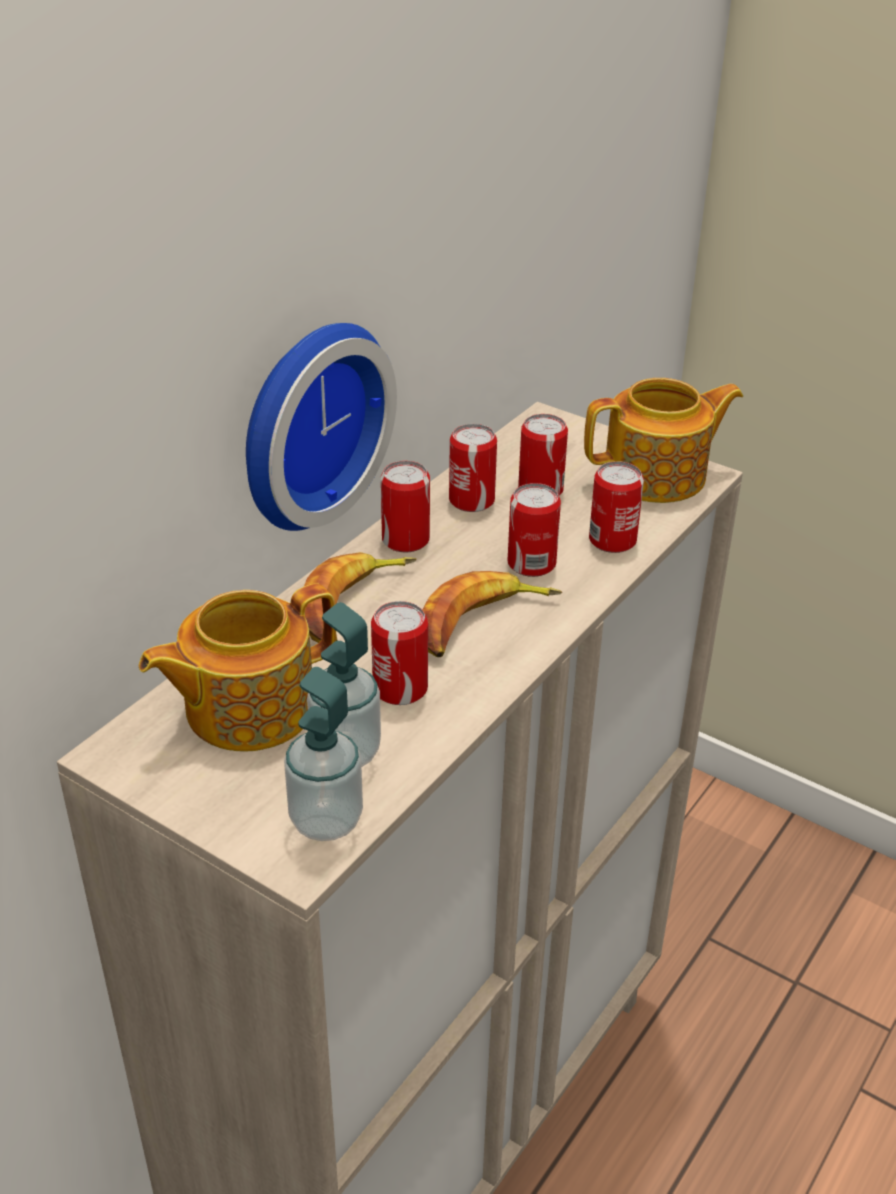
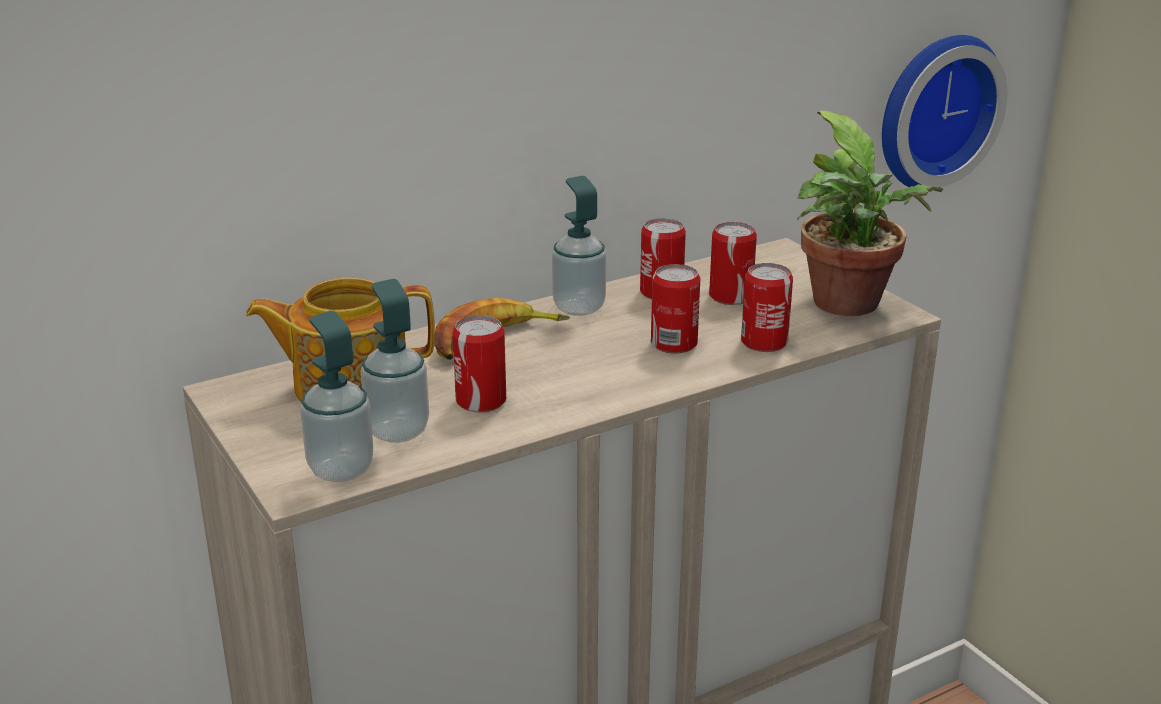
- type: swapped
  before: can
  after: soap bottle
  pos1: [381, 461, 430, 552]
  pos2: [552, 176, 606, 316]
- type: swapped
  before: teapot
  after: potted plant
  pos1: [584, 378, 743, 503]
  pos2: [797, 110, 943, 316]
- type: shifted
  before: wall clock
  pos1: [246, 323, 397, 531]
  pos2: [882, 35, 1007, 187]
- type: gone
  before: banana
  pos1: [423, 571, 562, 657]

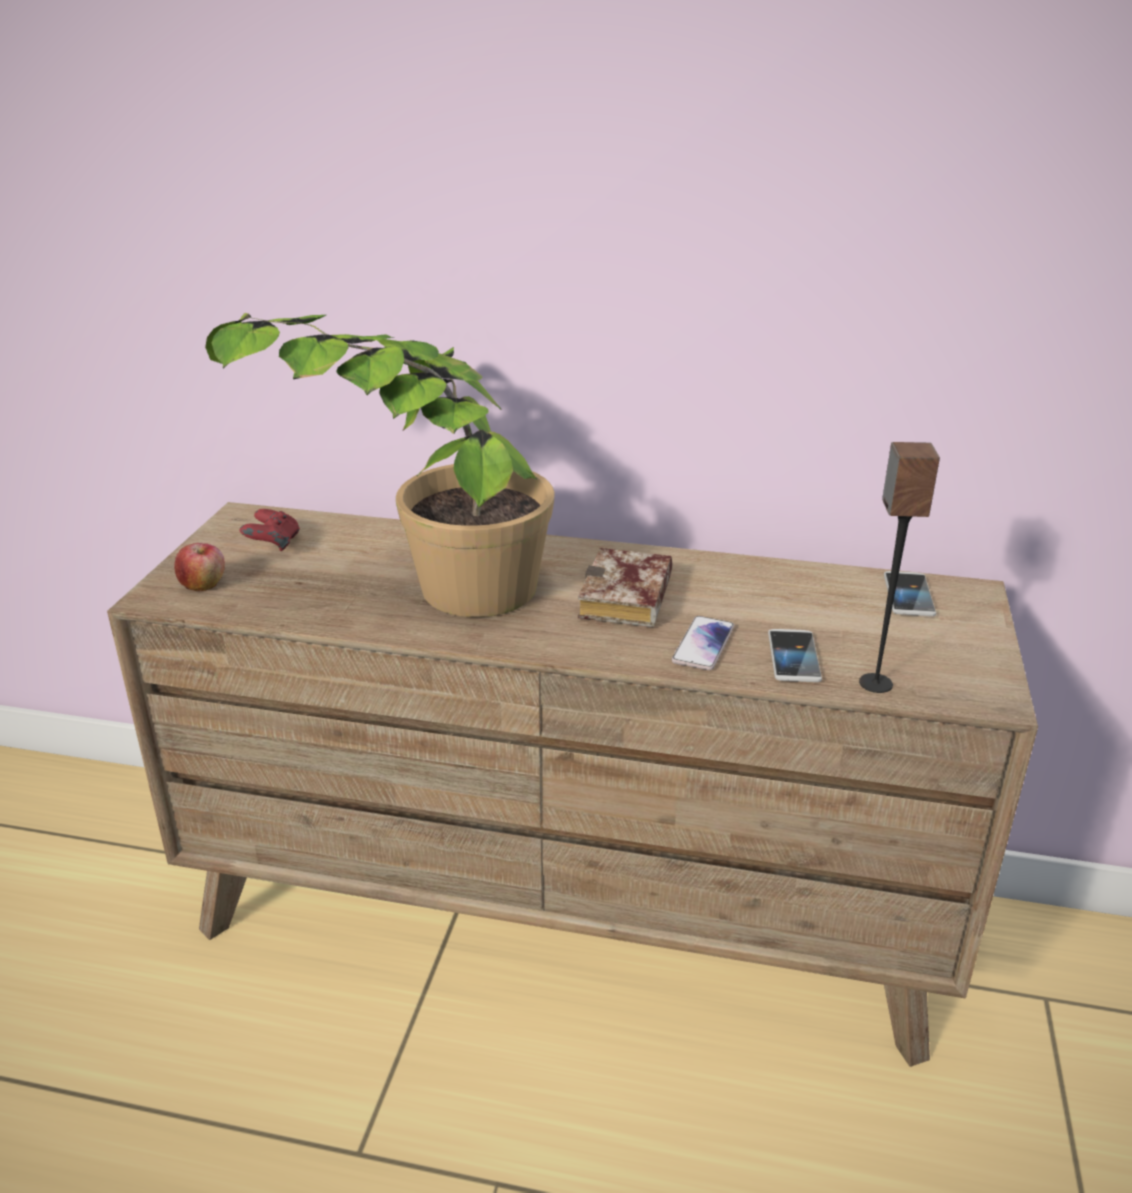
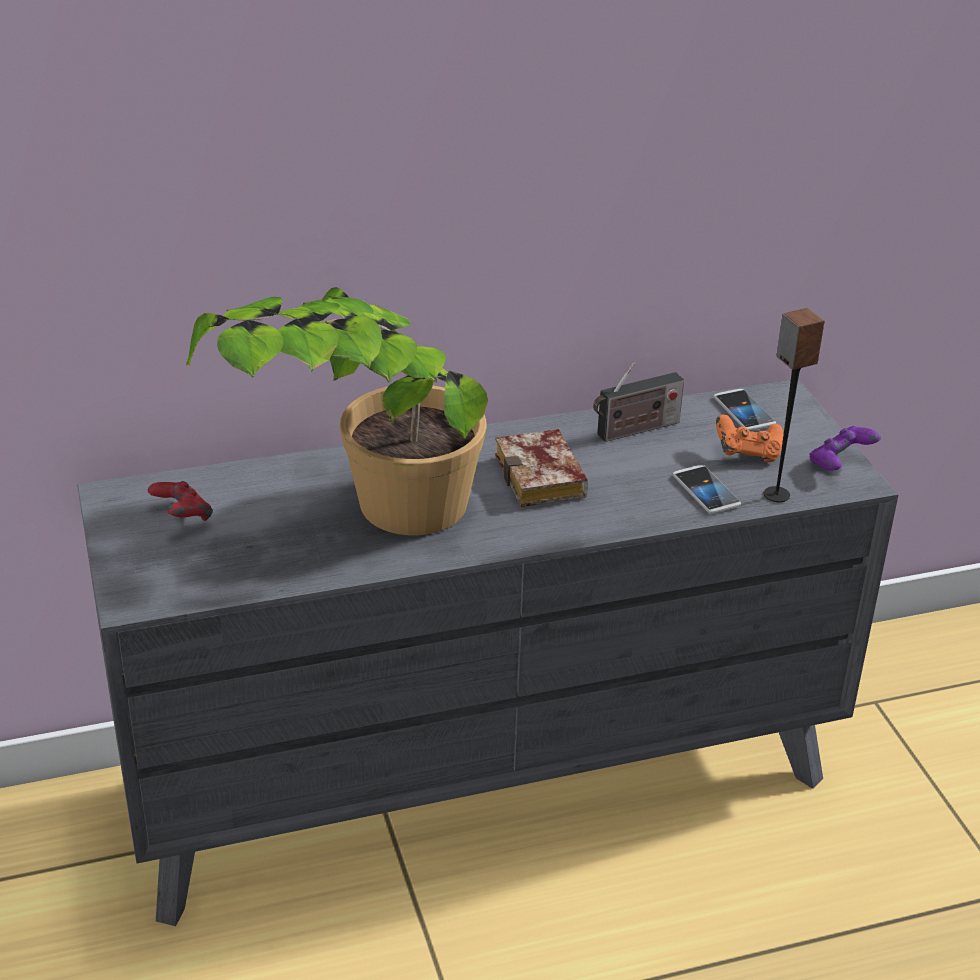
- type: repainted
  before: chest of drawers (brown)
  after: chest of drawers (greyish)
  pos1: [107, 502, 1038, 1067]
  pos2: [77, 379, 898, 926]
- type: new
  after: radio
  pos2: [593, 362, 684, 442]
- type: new
  after: gamepad (orange-coloured)
  pos2: [716, 414, 784, 462]
- type: new
  after: gamepad (purplish)
  pos2: [810, 426, 881, 471]
- type: gone
  before: apple fruit
  pos1: [174, 543, 225, 591]
- type: gone
  before: telephone
  pos1: [672, 616, 734, 670]

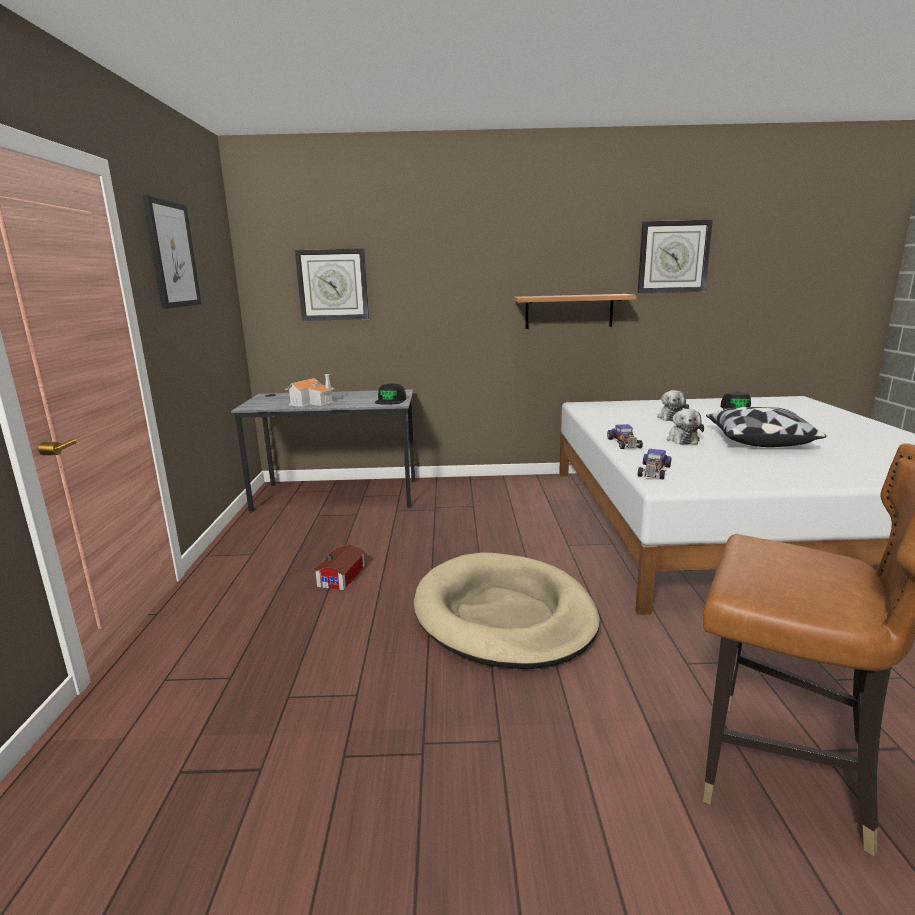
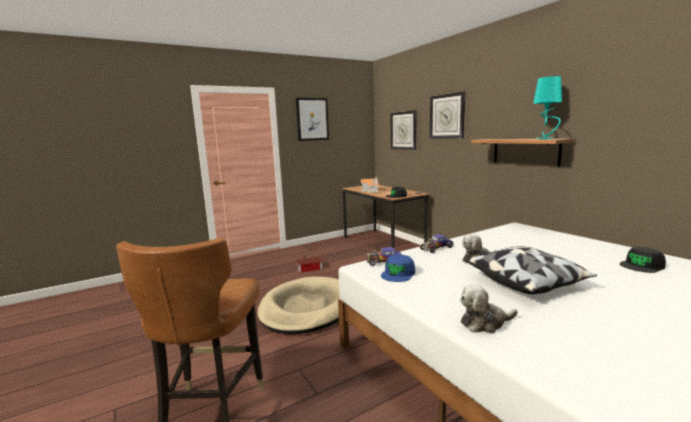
- type: repainted
  before: desk (greyish)
  after: desk (brown)
  pos1: [231, 389, 416, 512]
  pos2: [341, 185, 430, 249]
- type: new
  after: peaked cap (bluish)
  pos2: [381, 254, 415, 282]
- type: shifted
  before: wall clock
  pos1: [638, 220, 713, 293]
  pos2: [430, 91, 465, 139]
- type: shifted
  before: cuddly toy
  pos1: [657, 390, 689, 421]
  pos2: [460, 284, 517, 333]
- type: new
  after: table lamp (blue-green)
  pos2: [533, 76, 562, 139]

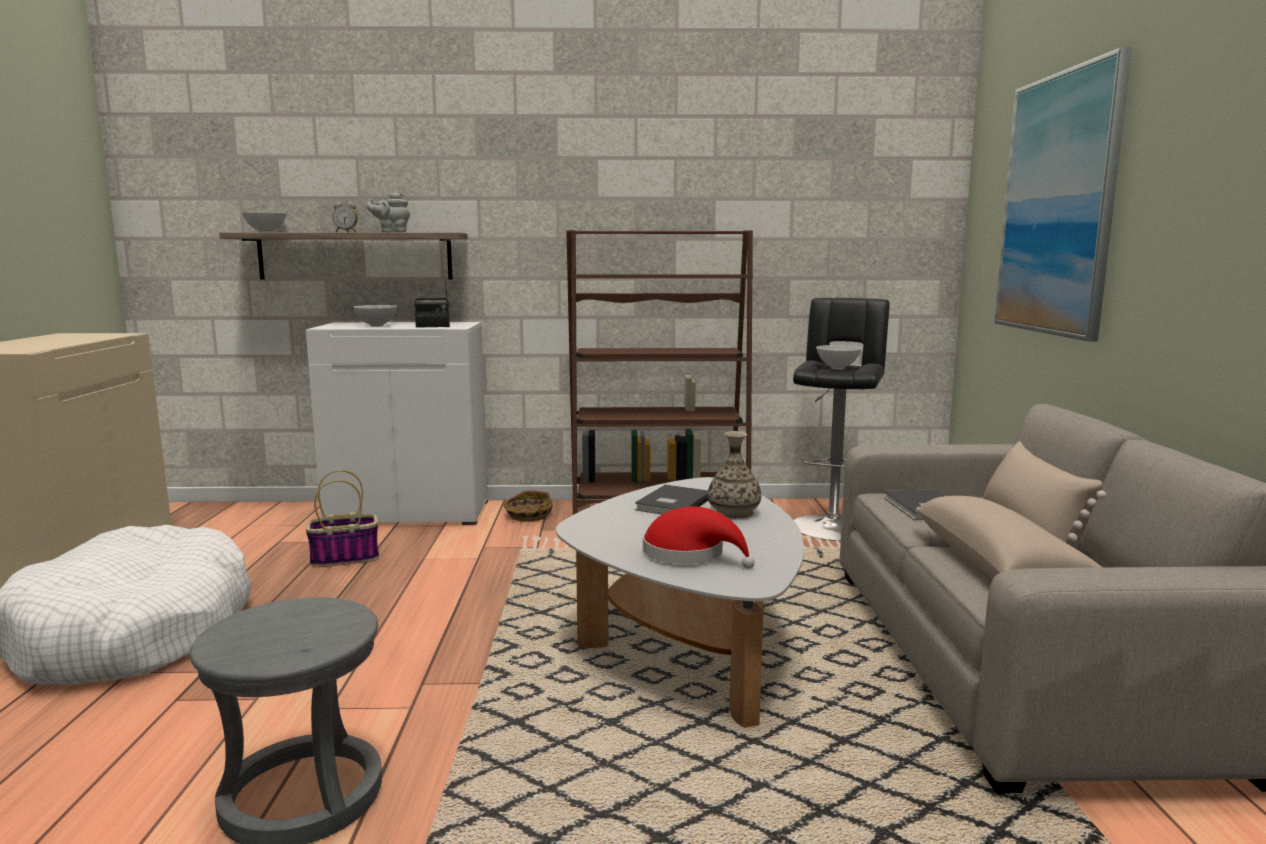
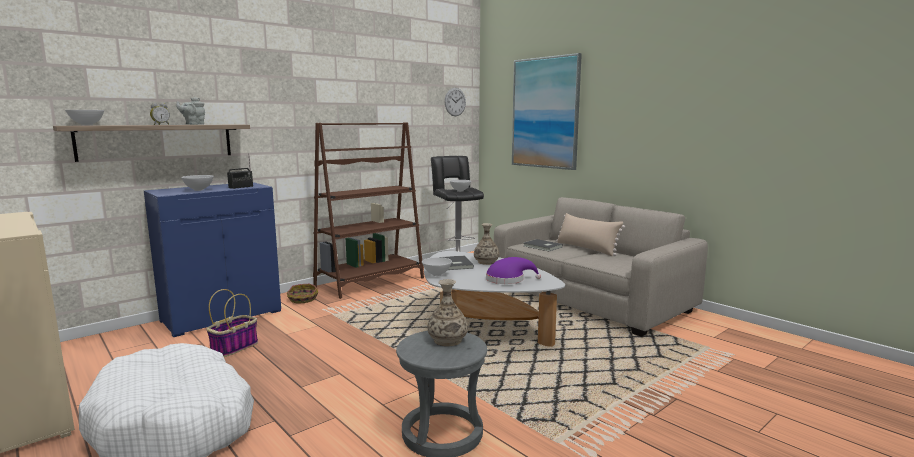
- type: repainted
  before: cupboard (white-coloured)
  after: cupboard (bluish)
  pos1: [306, 322, 488, 525]
  pos2: [144, 182, 281, 337]
- type: new
  after: serving bowl (white-coloured)
  pos2: [422, 257, 452, 276]
- type: new
  after: flower vase
  pos2: [428, 279, 468, 346]
- type: new
  after: wall clock
  pos2: [445, 88, 466, 116]
- type: repainted
  before: clothing hat (reddish)
  after: clothing hat (purplish)
  pos1: [643, 506, 755, 569]
  pos2: [486, 257, 541, 284]
- type: gone
  before: pillow (beige-coloured)
  pos1: [916, 496, 1102, 578]

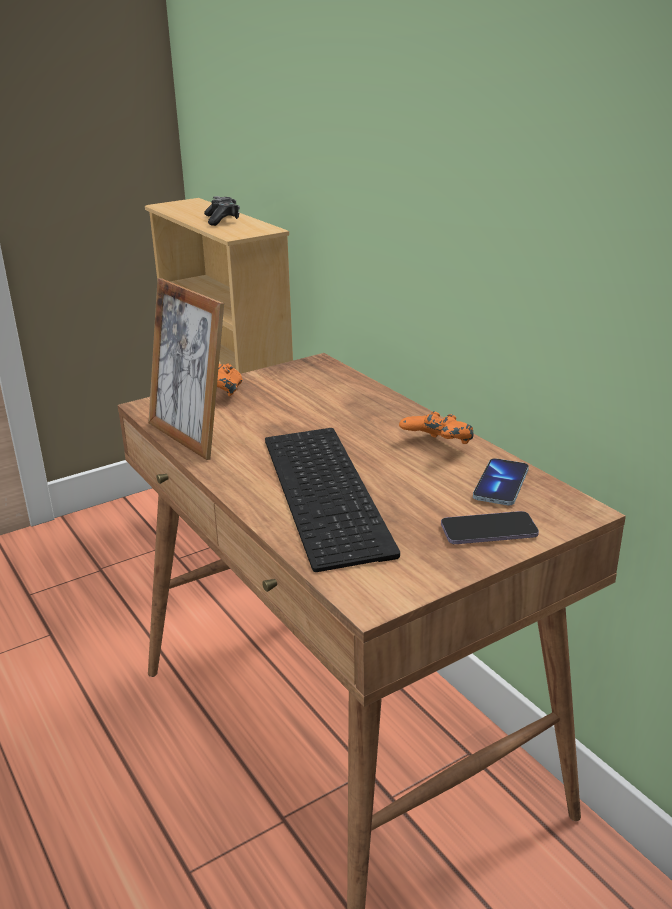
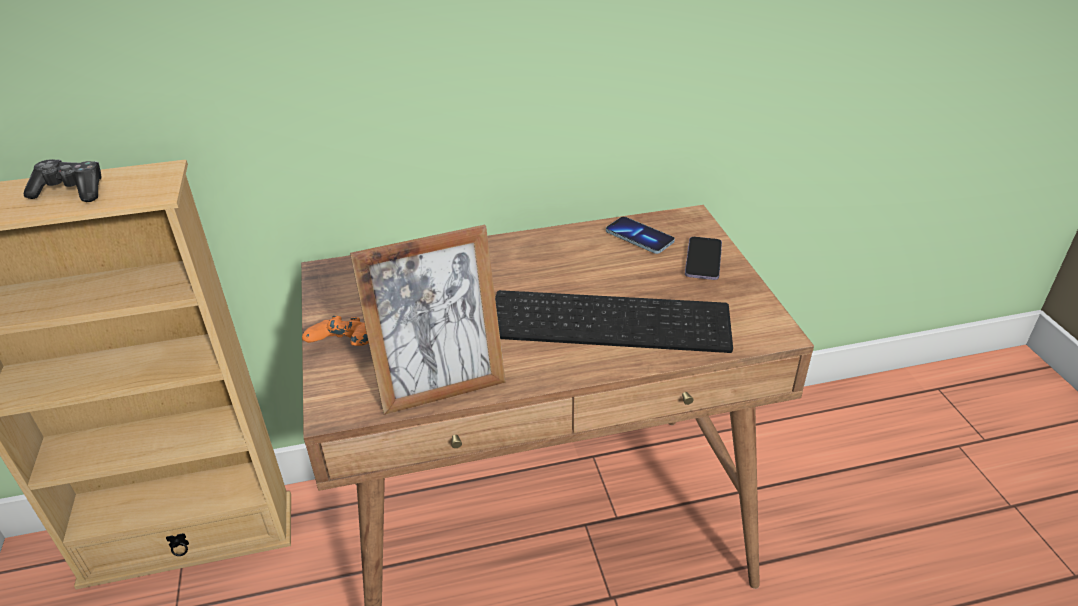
- type: gone
  before: gamepad (orange-coloured)
  pos1: [399, 411, 474, 444]

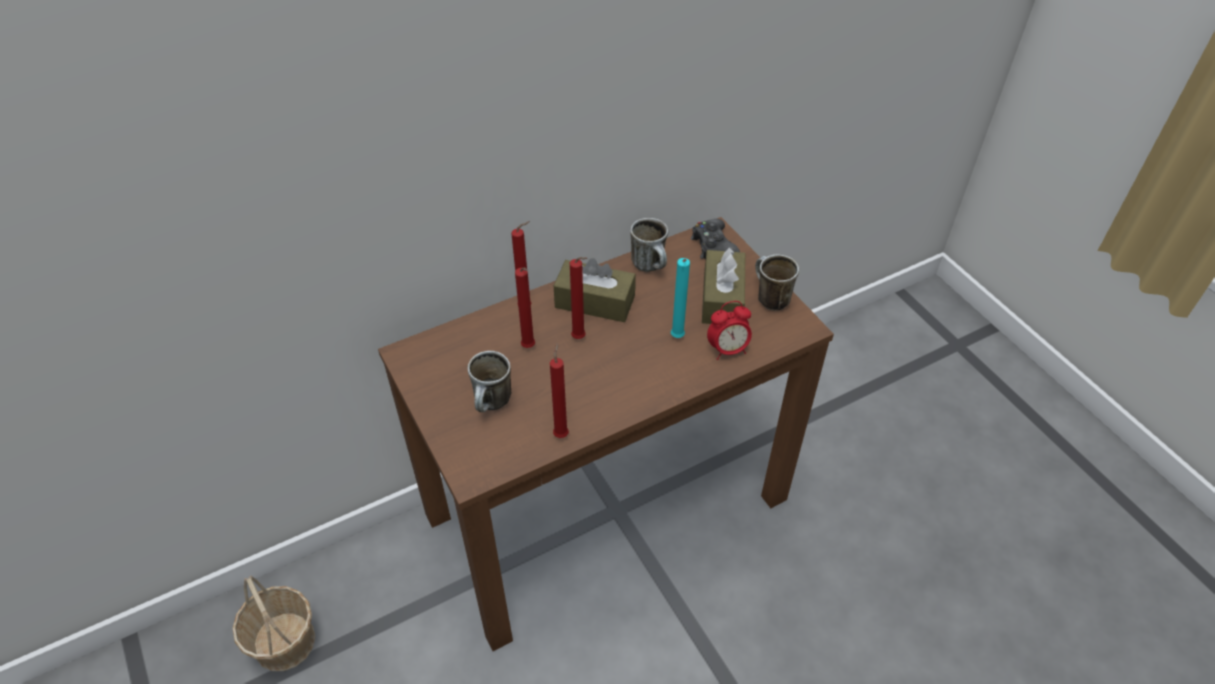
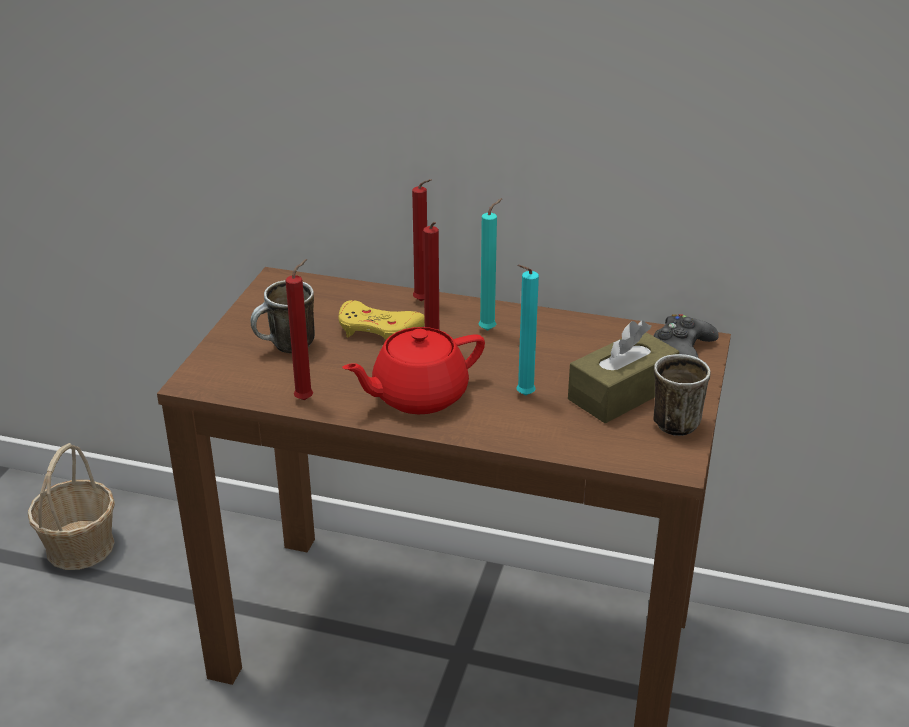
- type: swapped
  before: candle (reddish)
  after: gamepad (yellow)
  pos1: [515, 268, 535, 348]
  pos2: [338, 300, 425, 340]
- type: new
  after: teapot (reddish)
  pos2: [342, 327, 485, 414]
- type: swapped
  before: tissue box (brown)
  after: candle (blue-green)
  pos1: [554, 258, 636, 322]
  pos2: [479, 198, 503, 331]
- type: gone
  before: tea mug
  pos1: [630, 218, 668, 272]
- type: gone
  before: table clock
  pos1: [707, 301, 752, 360]

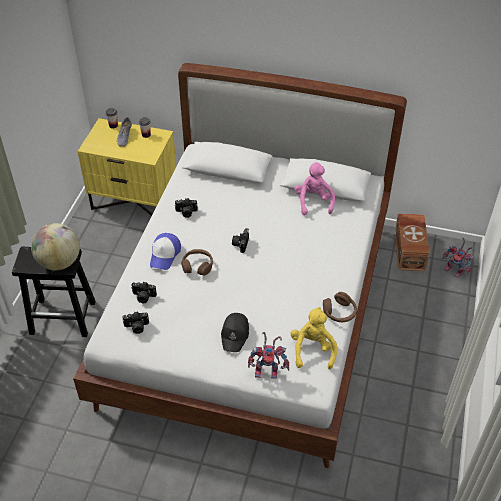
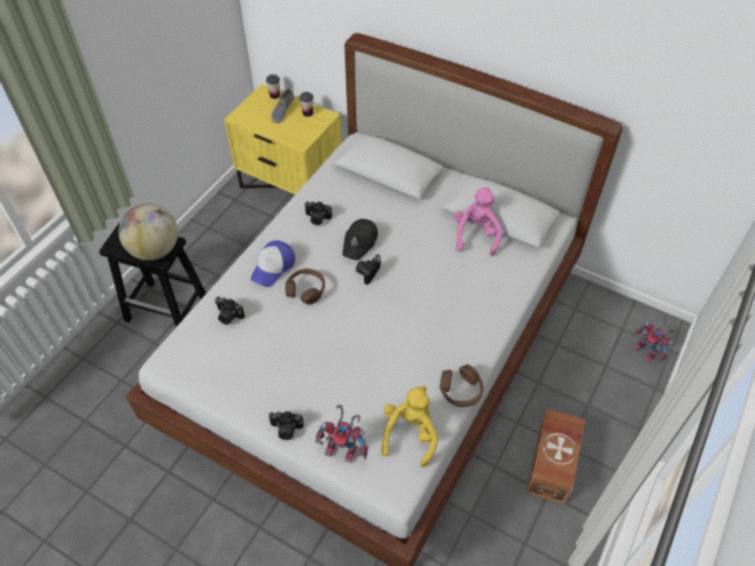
- type: shifted
  before: photo camera
  pos1: [123, 311, 149, 334]
  pos2: [268, 411, 304, 440]
- type: shifted
  before: peaked cap (black-coloured)
  pos1: [221, 313, 249, 352]
  pos2: [342, 219, 378, 260]
- type: shifted
  before: storage box (brown)
  pos1: [395, 214, 430, 271]
  pos2: [526, 409, 585, 505]

